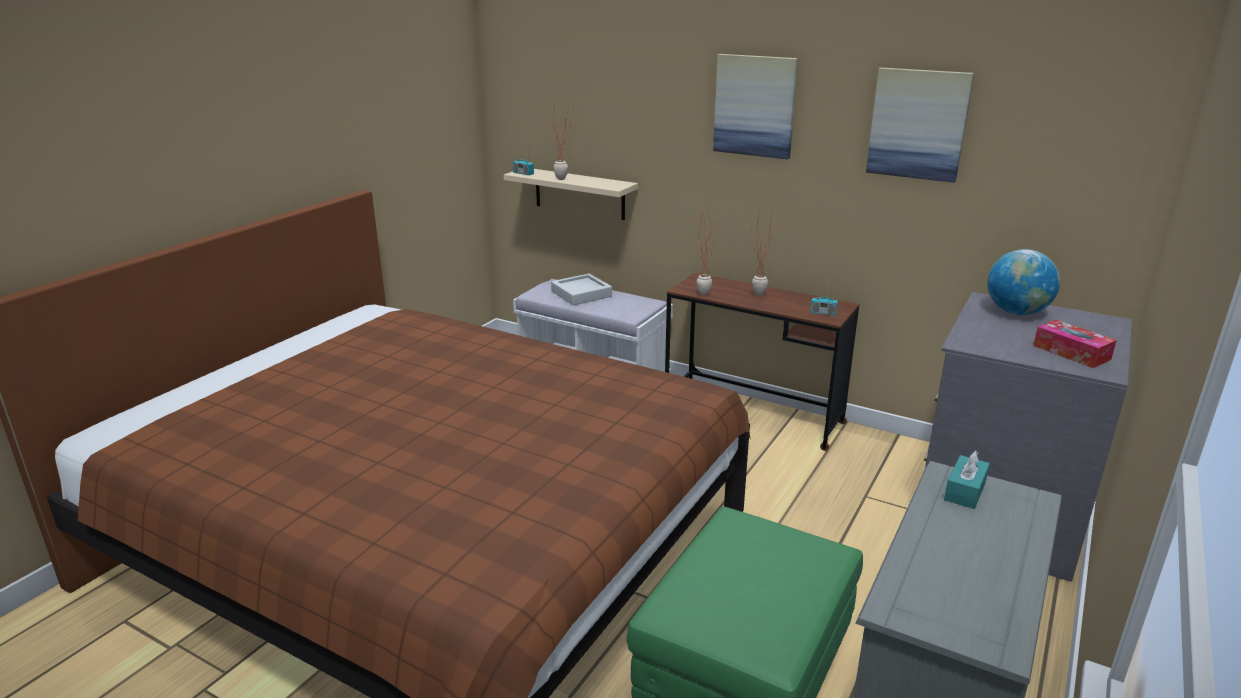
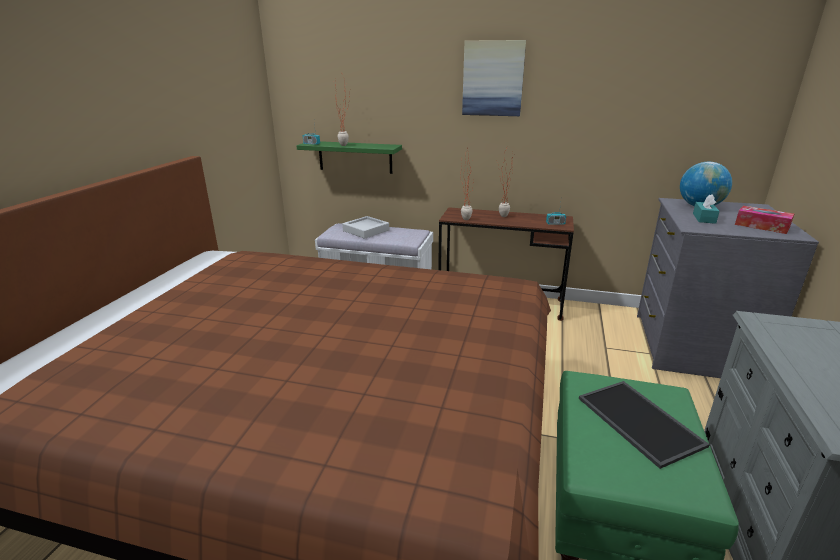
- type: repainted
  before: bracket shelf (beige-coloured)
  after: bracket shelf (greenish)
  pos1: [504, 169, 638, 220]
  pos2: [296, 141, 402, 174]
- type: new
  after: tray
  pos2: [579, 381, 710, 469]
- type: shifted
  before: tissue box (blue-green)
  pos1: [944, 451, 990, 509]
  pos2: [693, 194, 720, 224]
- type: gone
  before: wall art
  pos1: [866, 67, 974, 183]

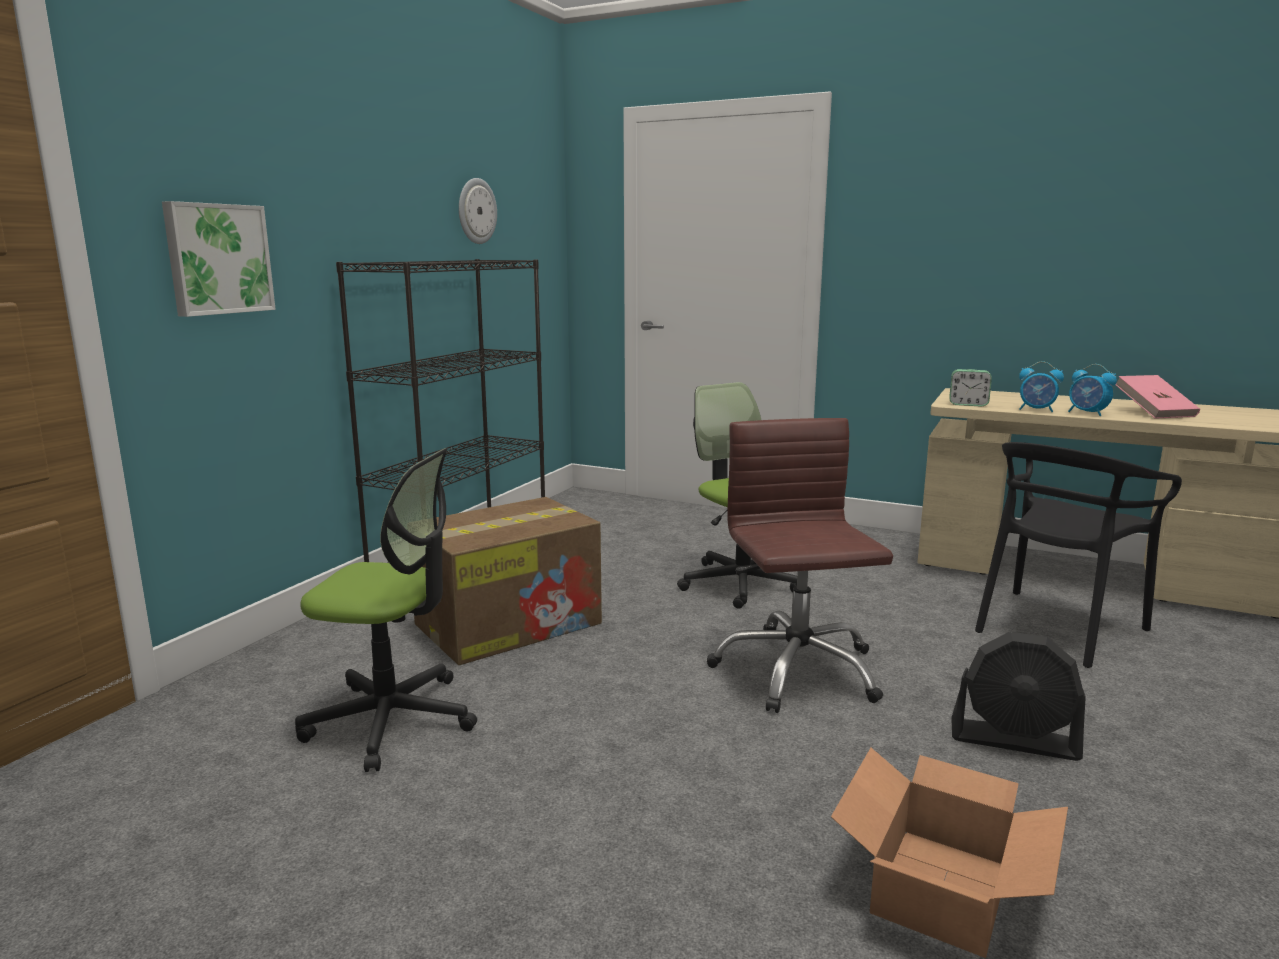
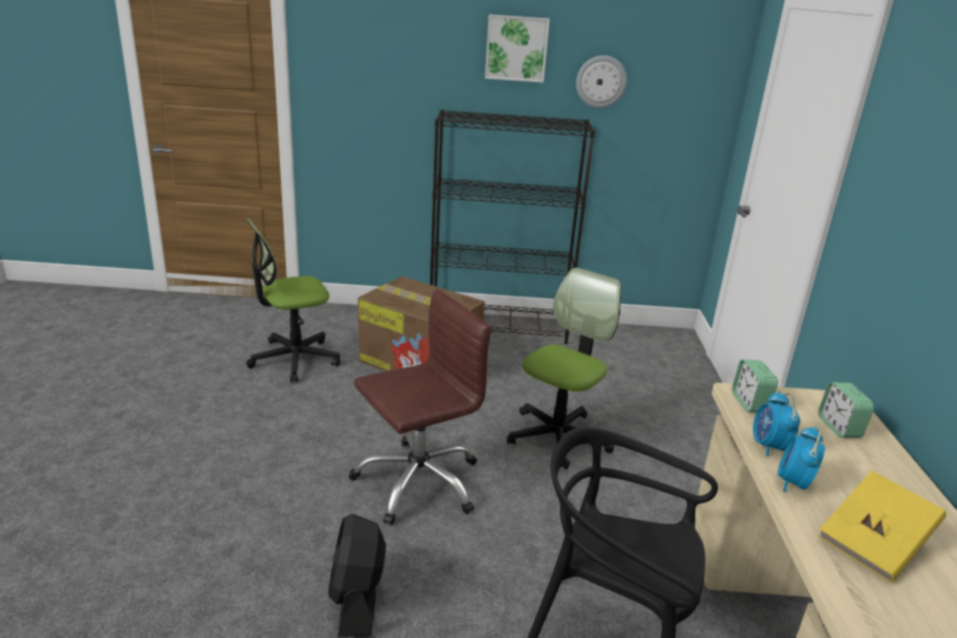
- type: rotated
  before: desk chair
  pos1: [295, 448, 477, 772]
  pos2: [246, 218, 340, 383]
  turn: 75
- type: shifted
  before: wall art
  pos1: [162, 201, 276, 317]
  pos2: [485, 14, 550, 83]
- type: new
  after: table clock
  pos2: [818, 382, 874, 438]
- type: repainted
  before: volume (pink)
  after: volume (yellow)
  pos1: [1115, 375, 1200, 419]
  pos2: [819, 471, 947, 583]
- type: gone
  before: cardboard box
  pos1: [831, 748, 1068, 958]

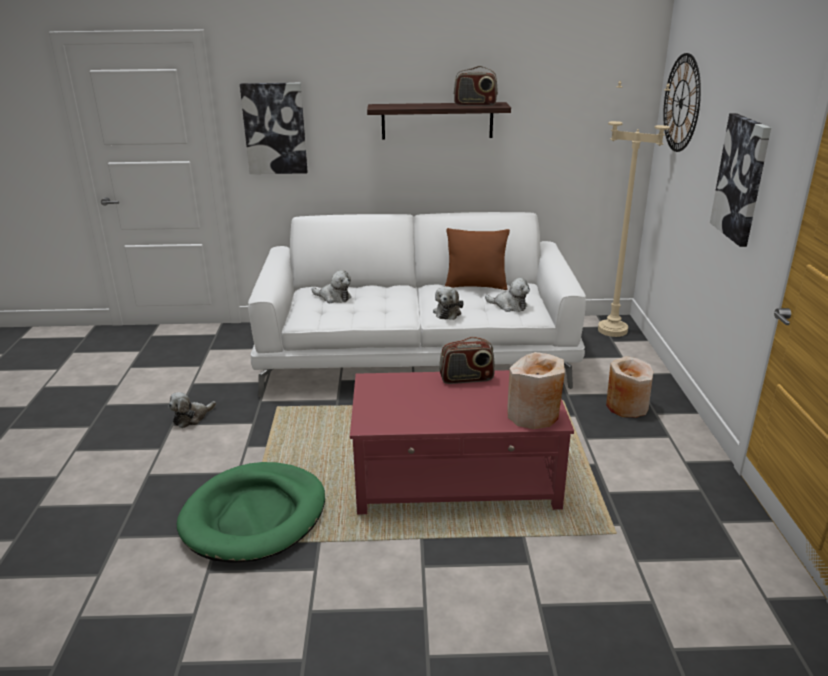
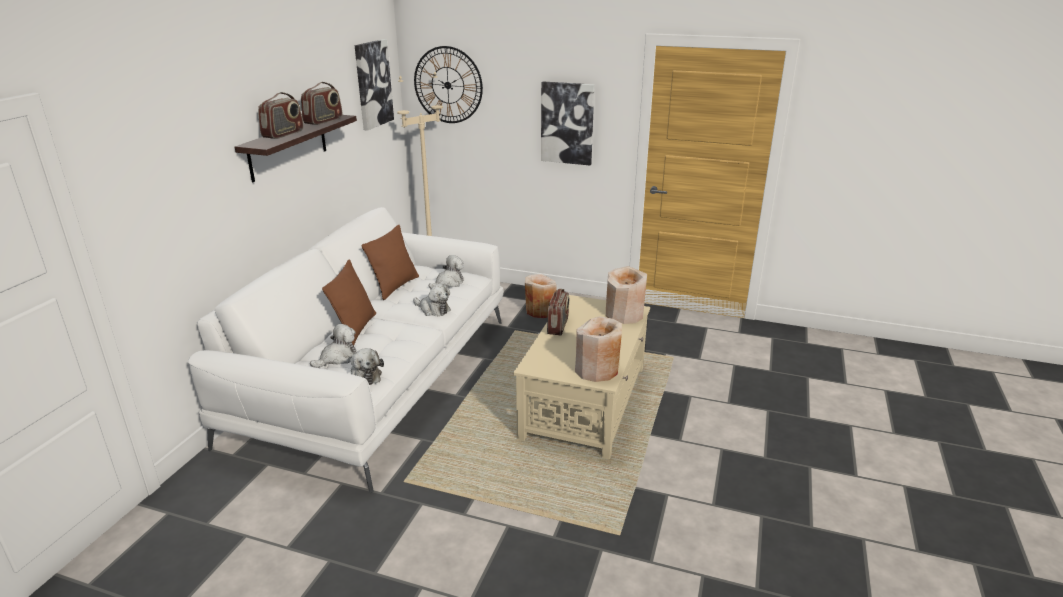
- type: new
  after: radio
  pos2: [258, 92, 304, 139]
- type: new
  after: pillow (brown)
  pos2: [322, 259, 376, 346]
- type: shifted
  before: cuddly toy
  pos1: [168, 392, 216, 428]
  pos2: [350, 348, 384, 385]
- type: shifted
  before: wall art
  pos1: [240, 83, 308, 174]
  pos2: [354, 39, 394, 131]
- type: repainted
  before: low table (reddish)
  after: low table (beige-coloured)
  pos1: [350, 370, 574, 515]
  pos2: [513, 295, 650, 460]
- type: new
  after: flower vase (beige-coloured)
  pos2: [575, 316, 622, 382]
- type: gone
  before: pet bed (greenish)
  pos1: [177, 462, 325, 563]

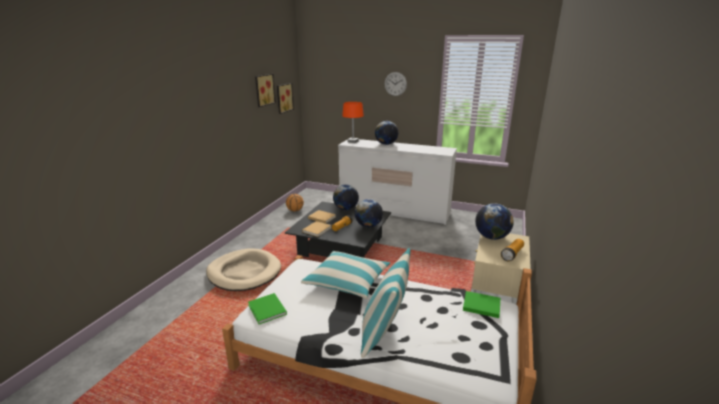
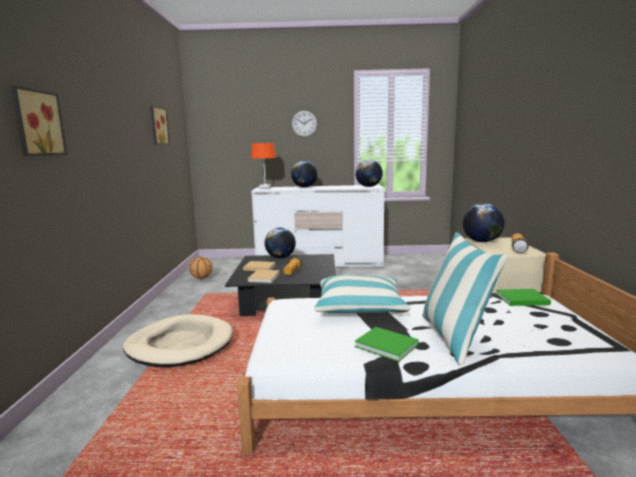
- type: shifted
  before: wall art
  pos1: [277, 83, 294, 114]
  pos2: [11, 86, 68, 156]
- type: shifted
  before: volume (greenish)
  pos1: [248, 293, 287, 324]
  pos2: [354, 327, 419, 362]
- type: shifted
  before: world globe
  pos1: [355, 199, 383, 228]
  pos2: [355, 160, 383, 187]

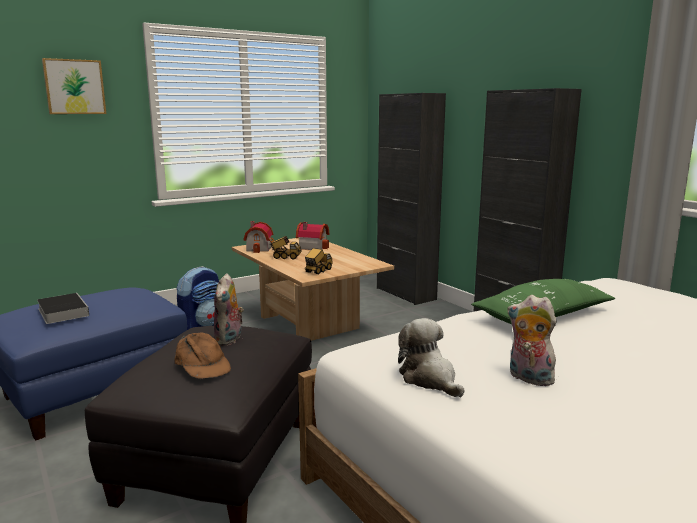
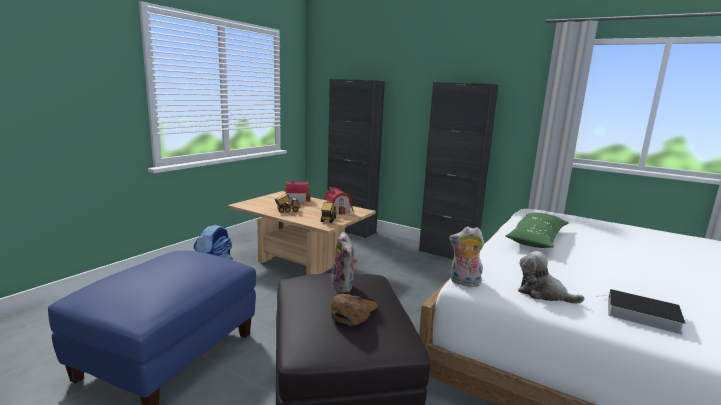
- type: shifted
  before: model house
  pos1: [243, 221, 276, 253]
  pos2: [324, 187, 353, 215]
- type: rotated
  before: peaked cap (brown)
  pos1: [175, 332, 231, 378]
  pos2: [331, 293, 378, 326]
  turn: -90
- type: shifted
  before: cuddly toy
  pos1: [507, 295, 558, 386]
  pos2: [449, 227, 484, 287]
- type: shifted
  before: volume
  pos1: [37, 293, 89, 324]
  pos2: [596, 289, 685, 334]
- type: gone
  before: wall art
  pos1: [42, 58, 106, 114]

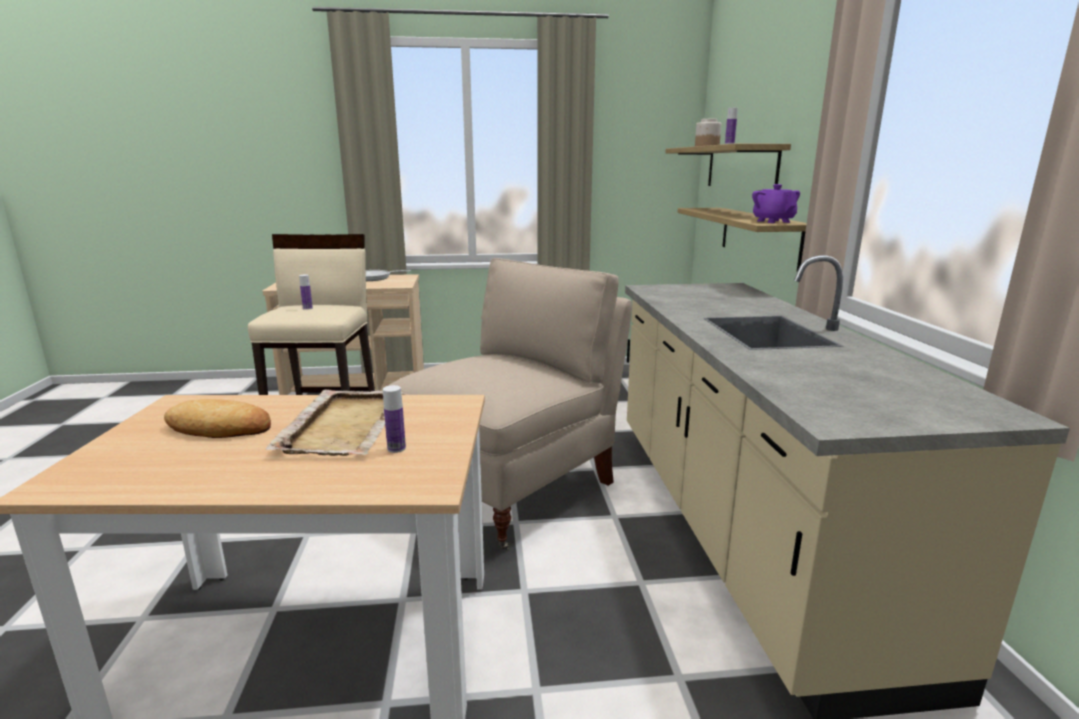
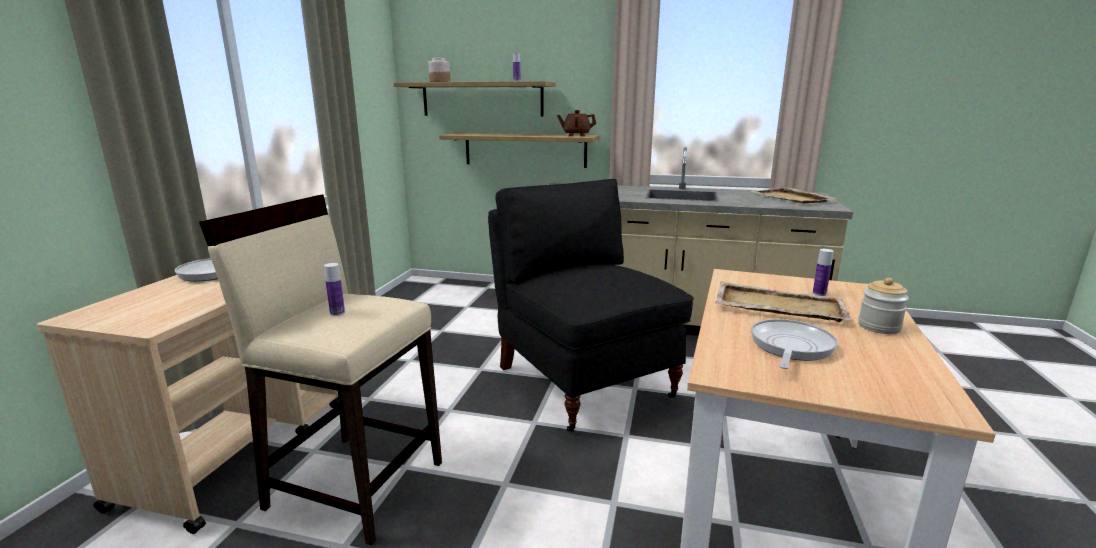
- type: repainted
  before: chair (beige-coloured)
  after: chair (black-coloured)
  pos1: [388, 258, 632, 549]
  pos2: [488, 179, 694, 432]
- type: repainted
  before: teapot (purplish)
  after: teapot (brown)
  pos1: [752, 184, 800, 223]
  pos2: [557, 110, 596, 136]
- type: new
  after: tray (beige-coloured)
  pos2: [751, 187, 836, 203]
- type: swapped
  before: baked bread
  after: frying pan
  pos1: [164, 399, 271, 438]
  pos2: [751, 319, 838, 369]
- type: new
  after: storage jar
  pos2: [858, 278, 909, 334]

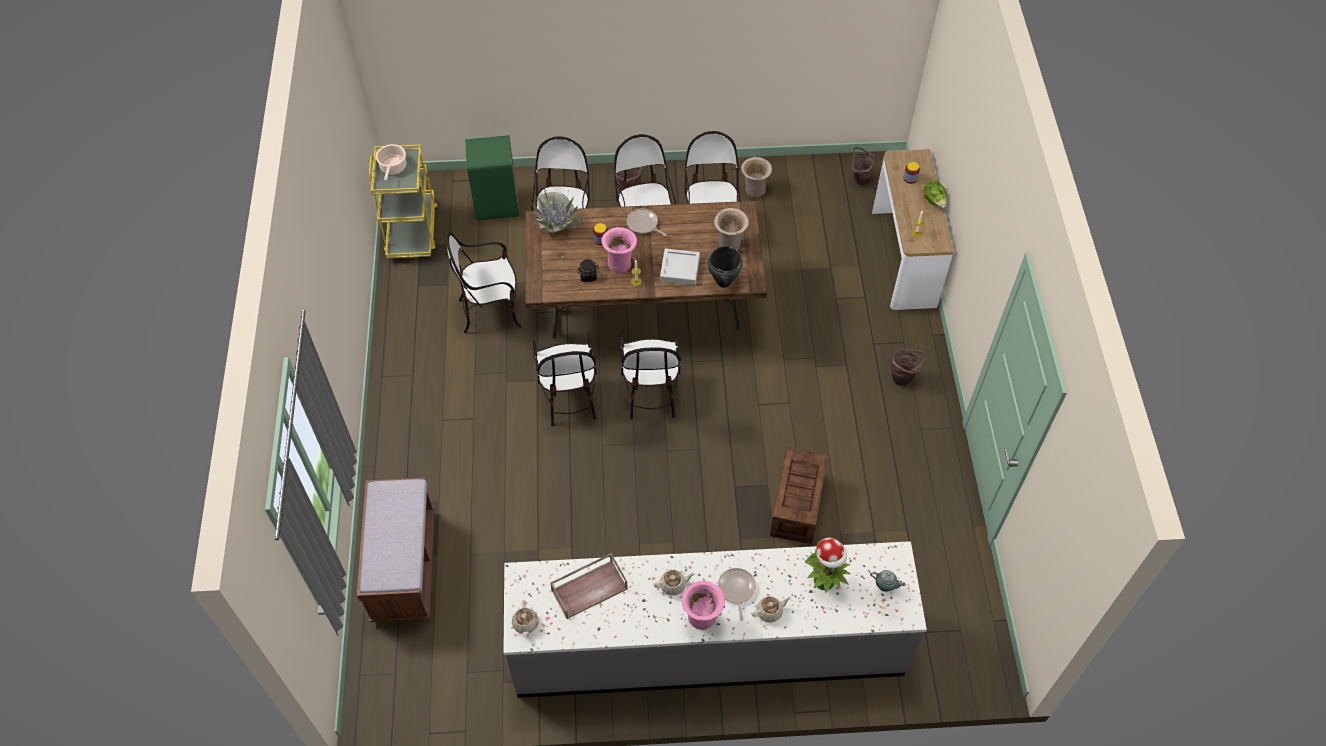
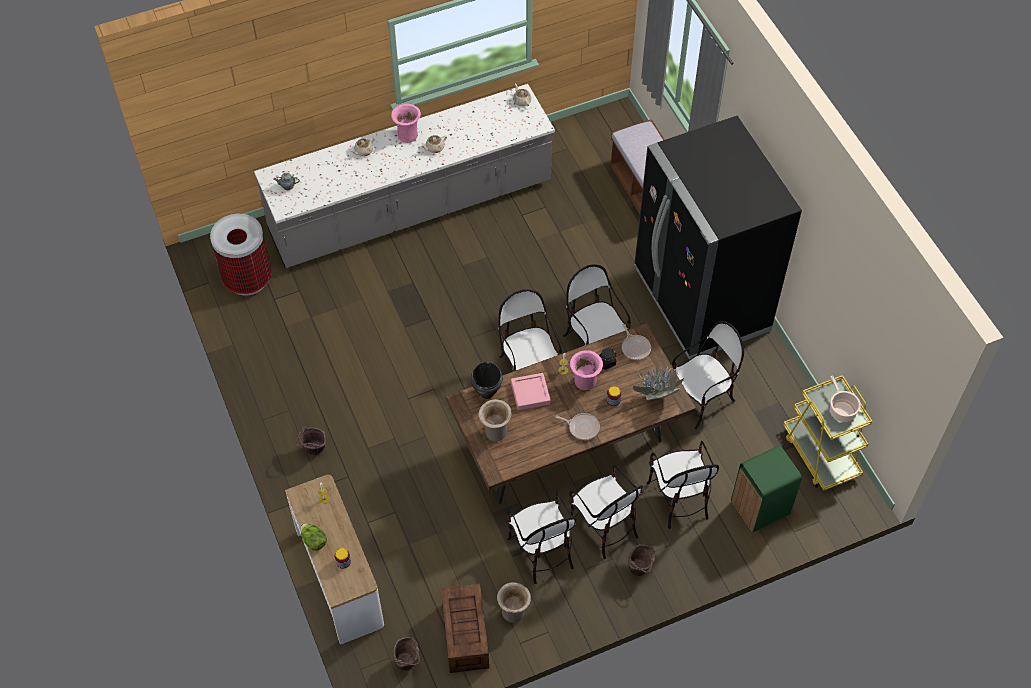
- type: new
  after: rubbish bin
  pos2: [210, 214, 272, 296]
- type: shifted
  before: packing crate
  pos1: [770, 447, 828, 544]
  pos2: [441, 583, 489, 673]
- type: repainted
  before: tray (greyish)
  after: tray (pink)
  pos1: [660, 249, 700, 285]
  pos2: [511, 373, 551, 410]
- type: shifted
  before: frying pan
  pos1: [718, 568, 756, 621]
  pos2: [622, 324, 651, 360]
- type: new
  after: refrigerator (black-coloured)
  pos2: [634, 116, 802, 360]
- type: gone
  before: tray (brown)
  pos1: [550, 553, 628, 619]
- type: gone
  before: potted plant
  pos1: [805, 538, 850, 593]

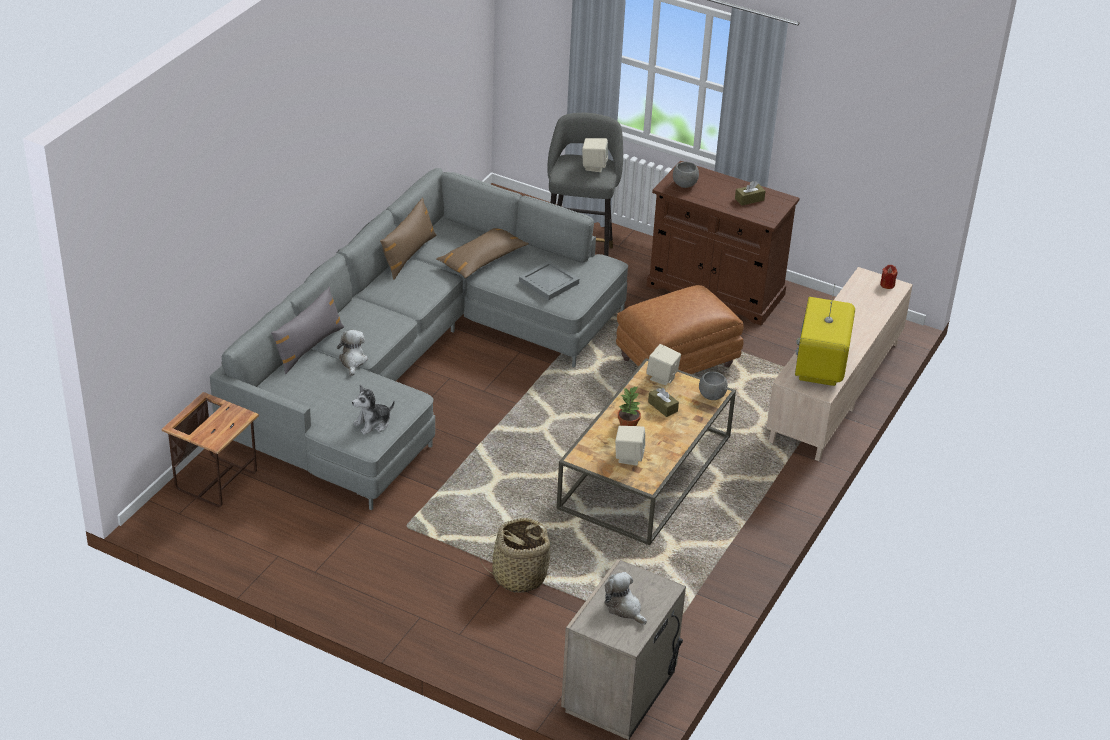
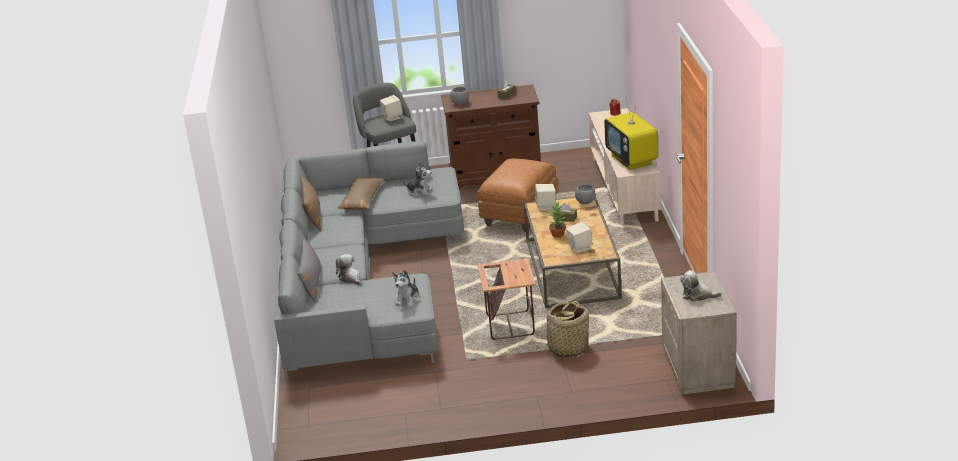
- type: swapped
  before: tray (greyish)
  after: cuddly toy
  pos1: [519, 260, 579, 300]
  pos2: [402, 162, 433, 197]
- type: shifted
  before: side table
  pos1: [162, 392, 259, 507]
  pos2: [478, 258, 535, 340]

